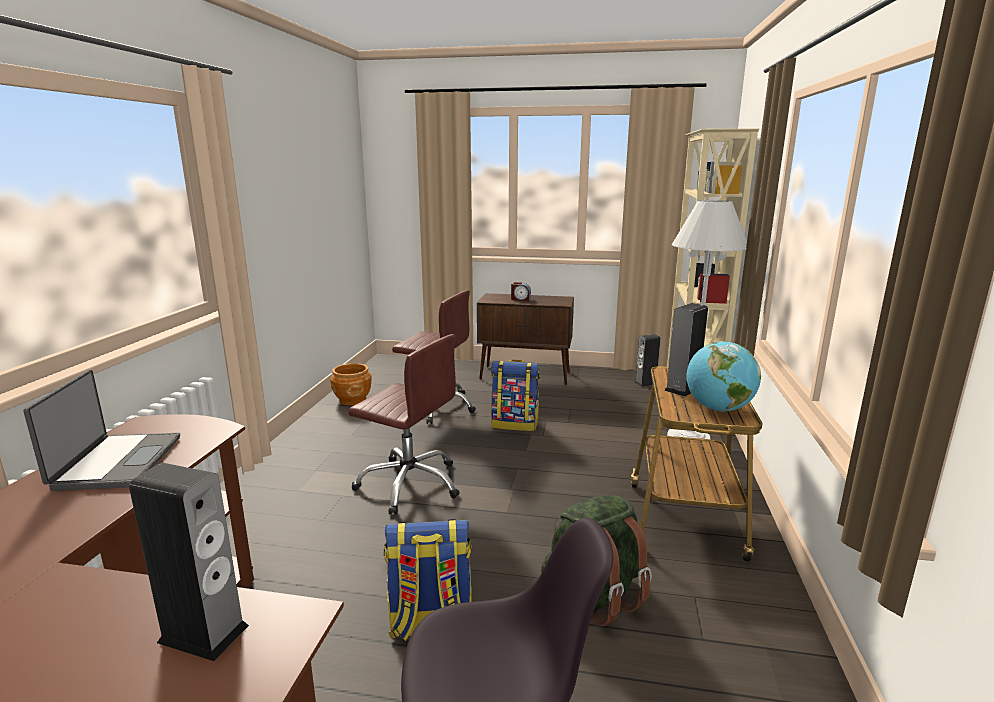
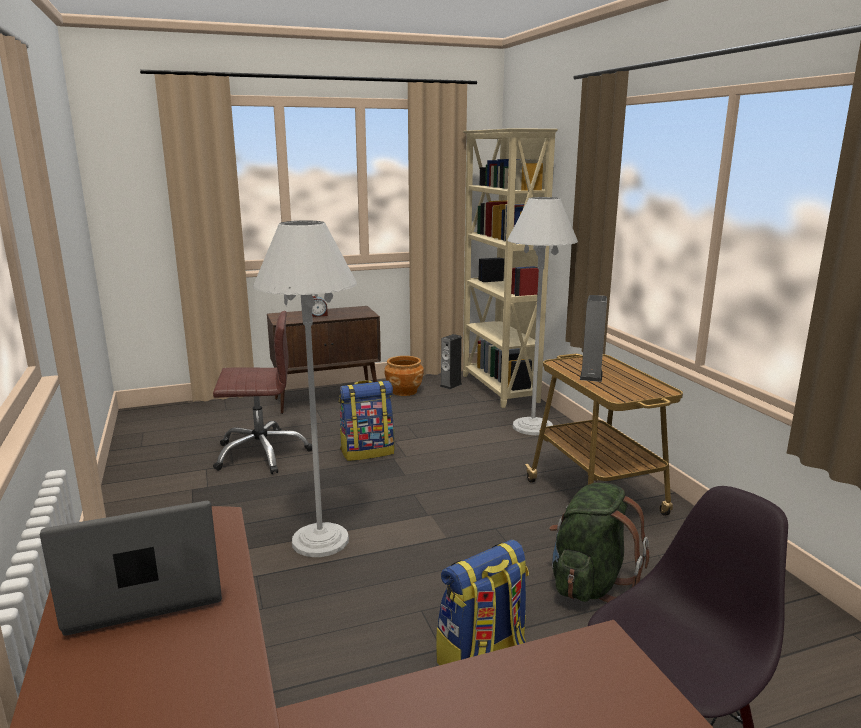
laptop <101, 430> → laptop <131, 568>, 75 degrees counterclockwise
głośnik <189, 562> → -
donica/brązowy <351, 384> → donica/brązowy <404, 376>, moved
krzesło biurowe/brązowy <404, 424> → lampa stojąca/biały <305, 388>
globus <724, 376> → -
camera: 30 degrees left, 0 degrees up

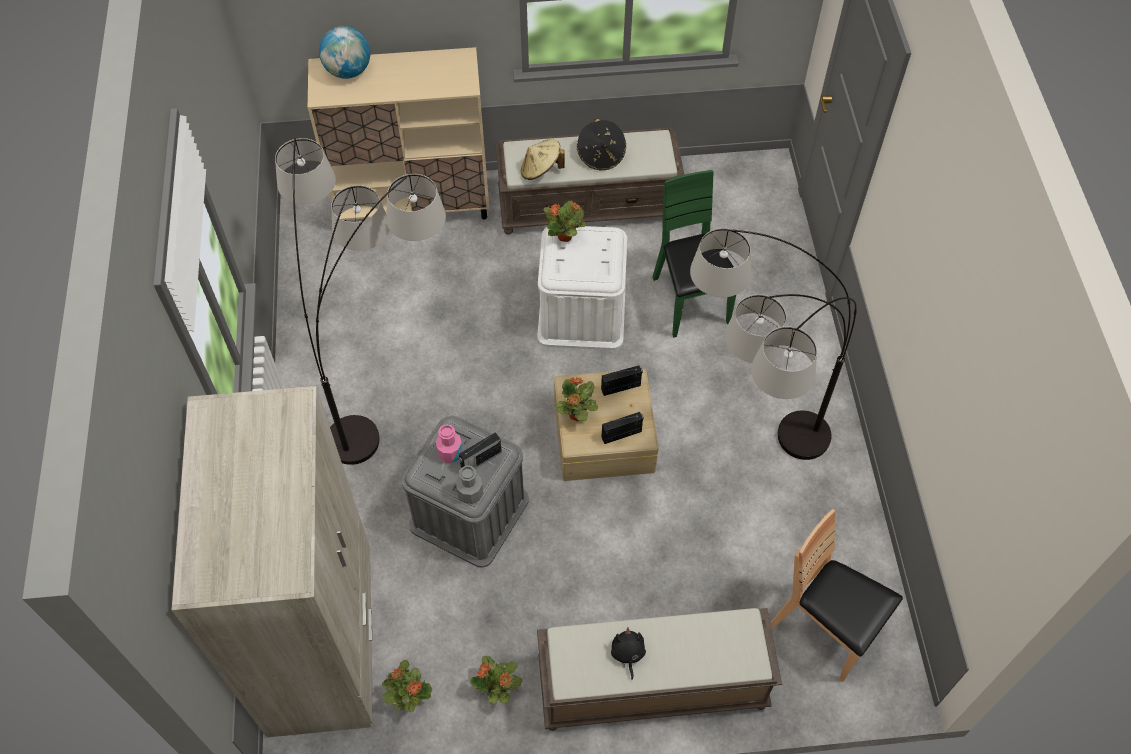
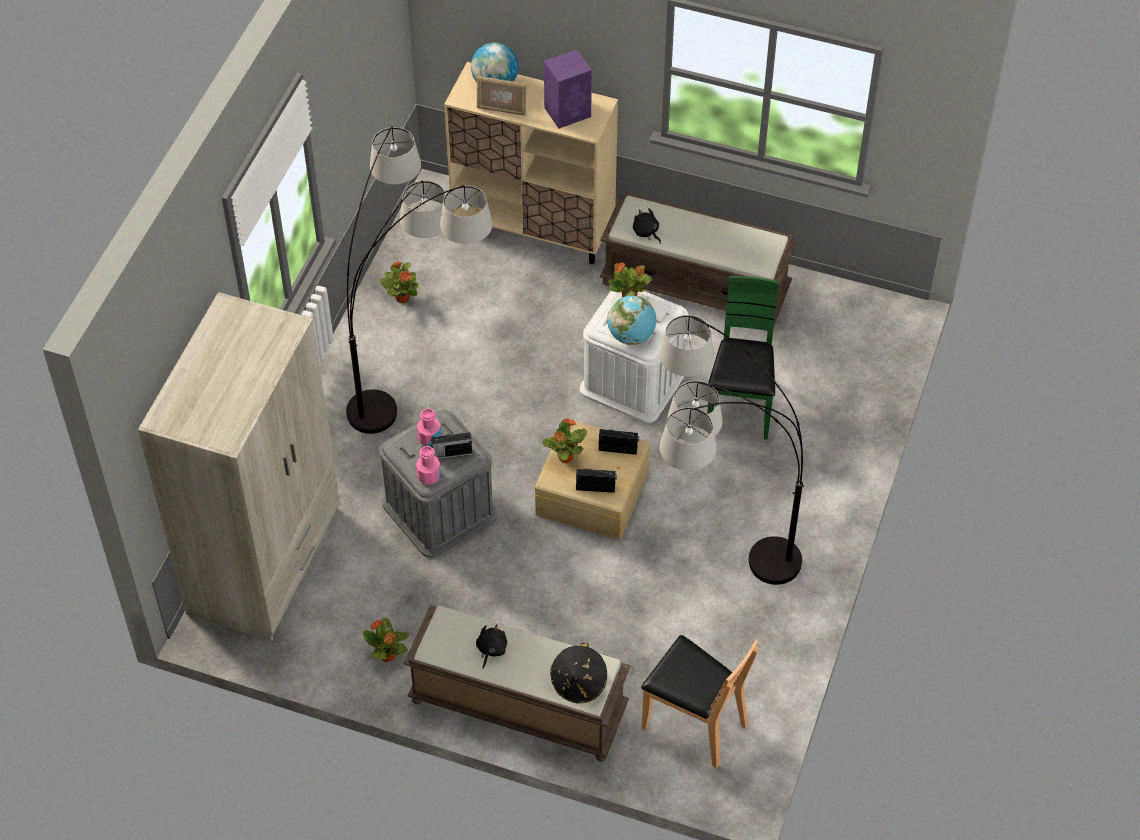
roślina doniczkowa <406, 686> → roślina doniczkowa <399, 282>, moved
butelka/szary <469, 484> → butelka/różowy <428, 465>
kapelusz/beżowy <543, 159> → pluszak/czarny <647, 226>
kapelusz/czarny <601, 144> → kapelusz/czarny <578, 673>, moved
krzesło/brązowy <836, 595> → krzesło/brązowy <700, 701>, 150 degrees clockwise
- → ramka na zdjęcie <501, 96>
- → głośnik/fioletowy <568, 89>
- → globus <631, 320>
camera: 25 degrees right, 5 degrees down

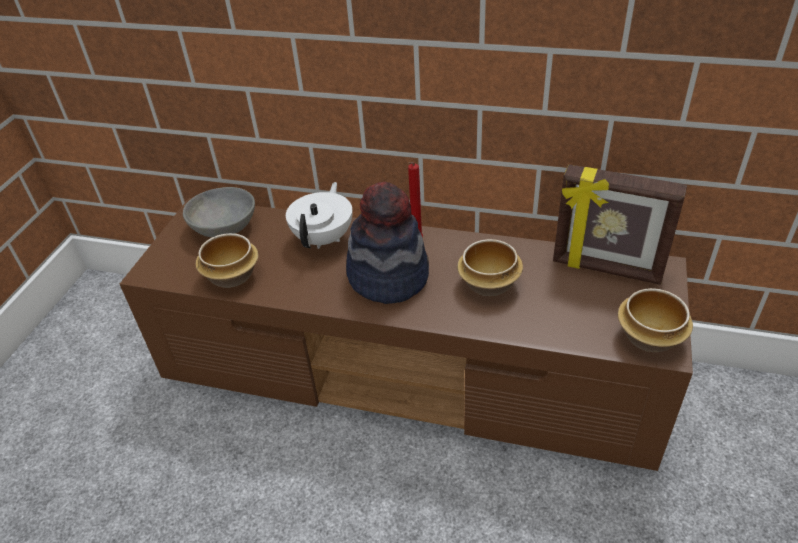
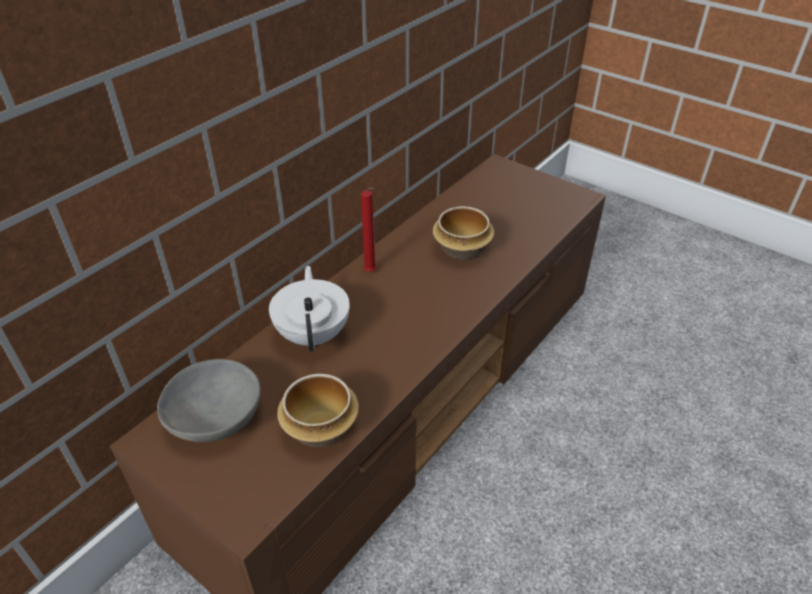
imbryk/biały <319, 215> → imbryk/biały <309, 309>, 45 degrees clockwise
kapelusz <387, 243> → -
ramka na zdjęcie <620, 224> → -
miska <655, 320> → -
camera: 70 degrees left, 0 degrees up

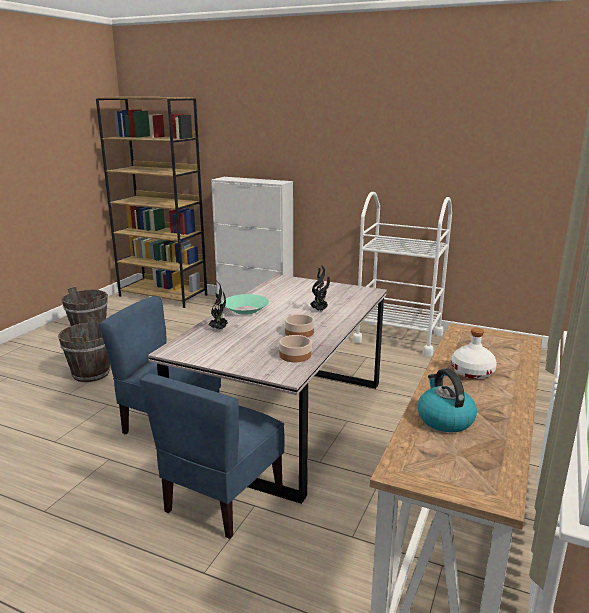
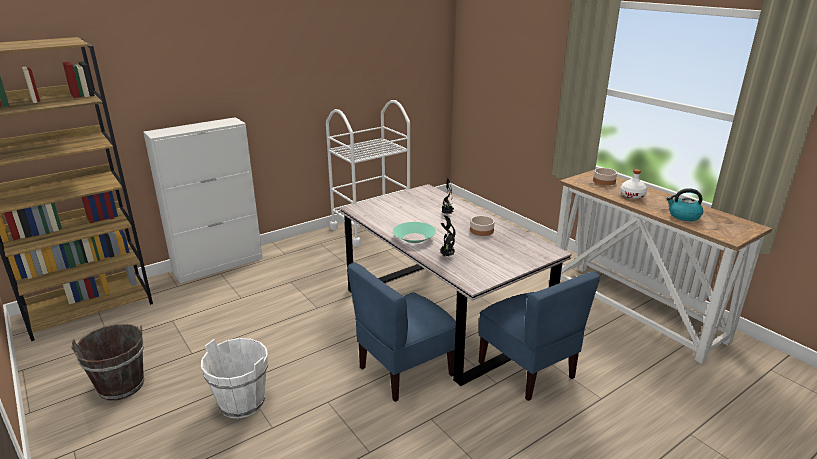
wiadro/brązowy <84, 349> → wiadro/biały <234, 378>
miska <295, 348> → miska <605, 176>, moved
camera: 60 degrees left, 5 degrees up

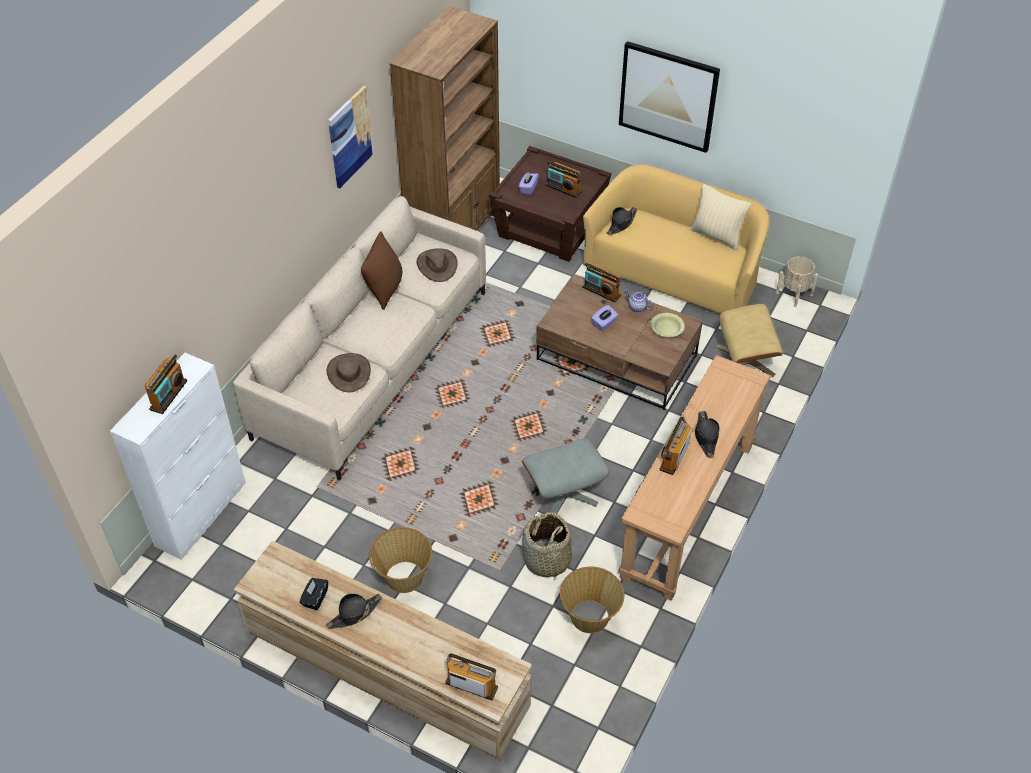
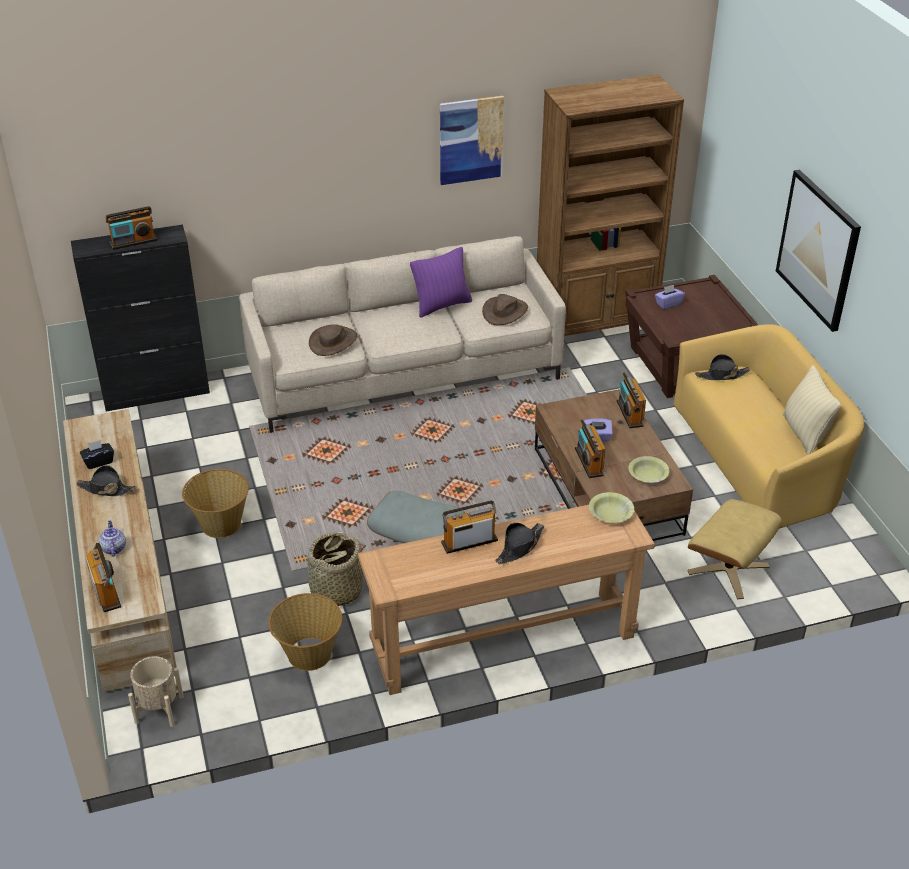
szafka/biały <178, 456> → szafka/czarny <140, 318>
poduszka/brązowy <382, 271> → poduszka/fioletowy <441, 282>
radio <563, 179> → radio <590, 448>, moved
imbryk <638, 301> → imbryk <112, 539>, moved
donica/beżowy <797, 281> → donica/beżowy <156, 691>, moved
- → miska/żółty <611, 507>
camera: 45 degrees right, 10 degrees down

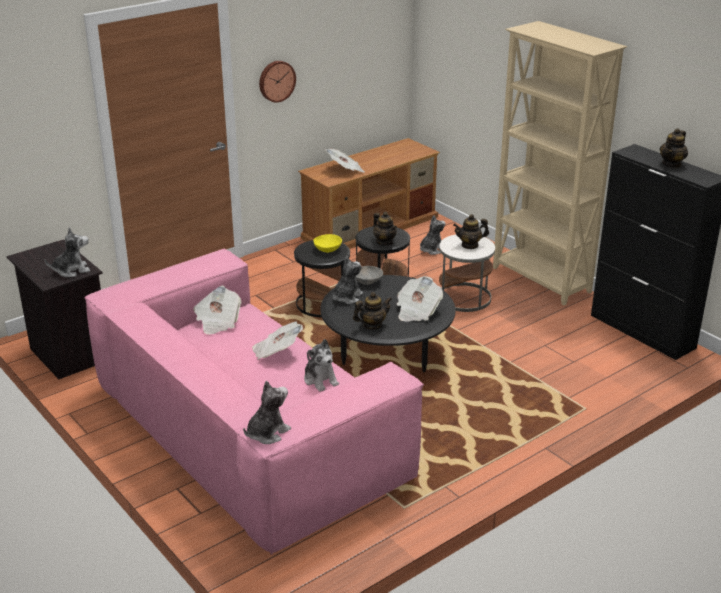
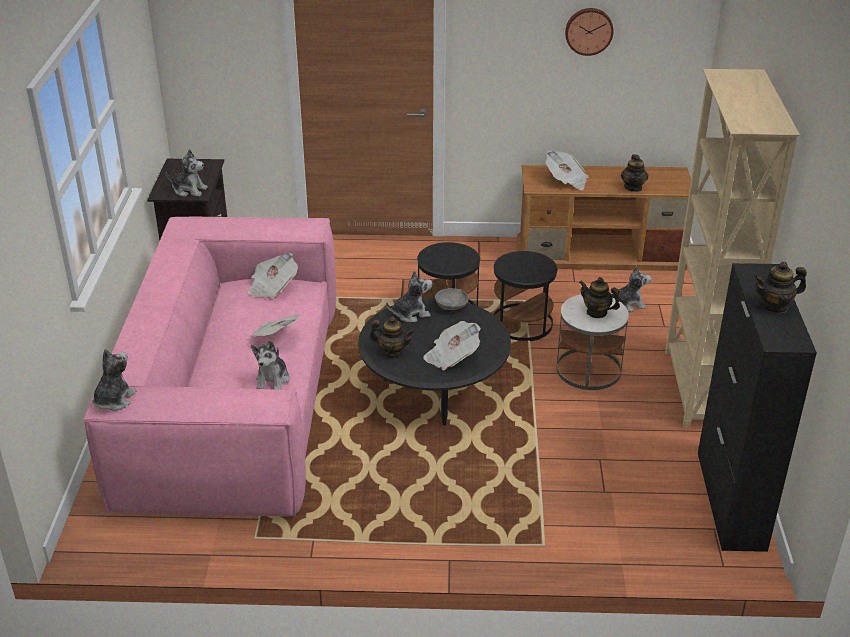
pluszak <267, 412> → pluszak <114, 380>, 60 degrees counterclockwise
zegar ścienny <277, 82> → zegar ścienny <589, 32>, moved
miska/żółty <327, 243> → -
imbryk <385, 229> → imbryk <635, 173>, moved
camera: 40 degrees right, 5 degrees up

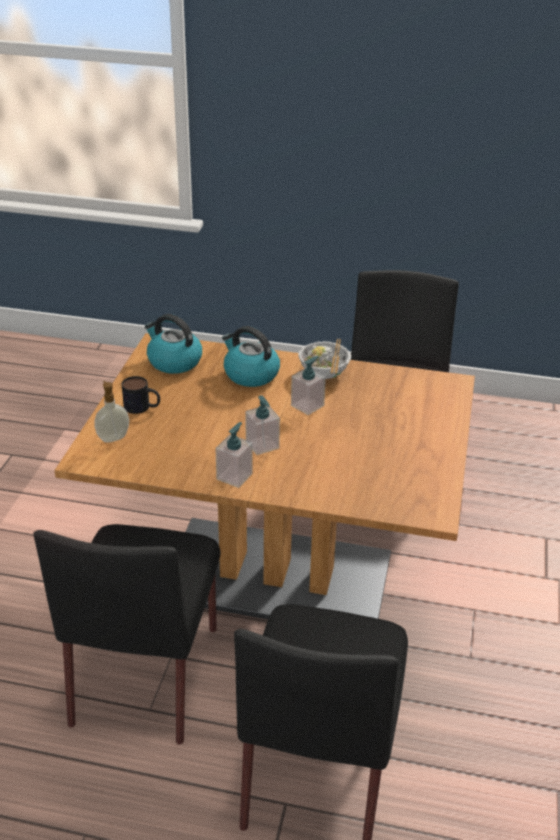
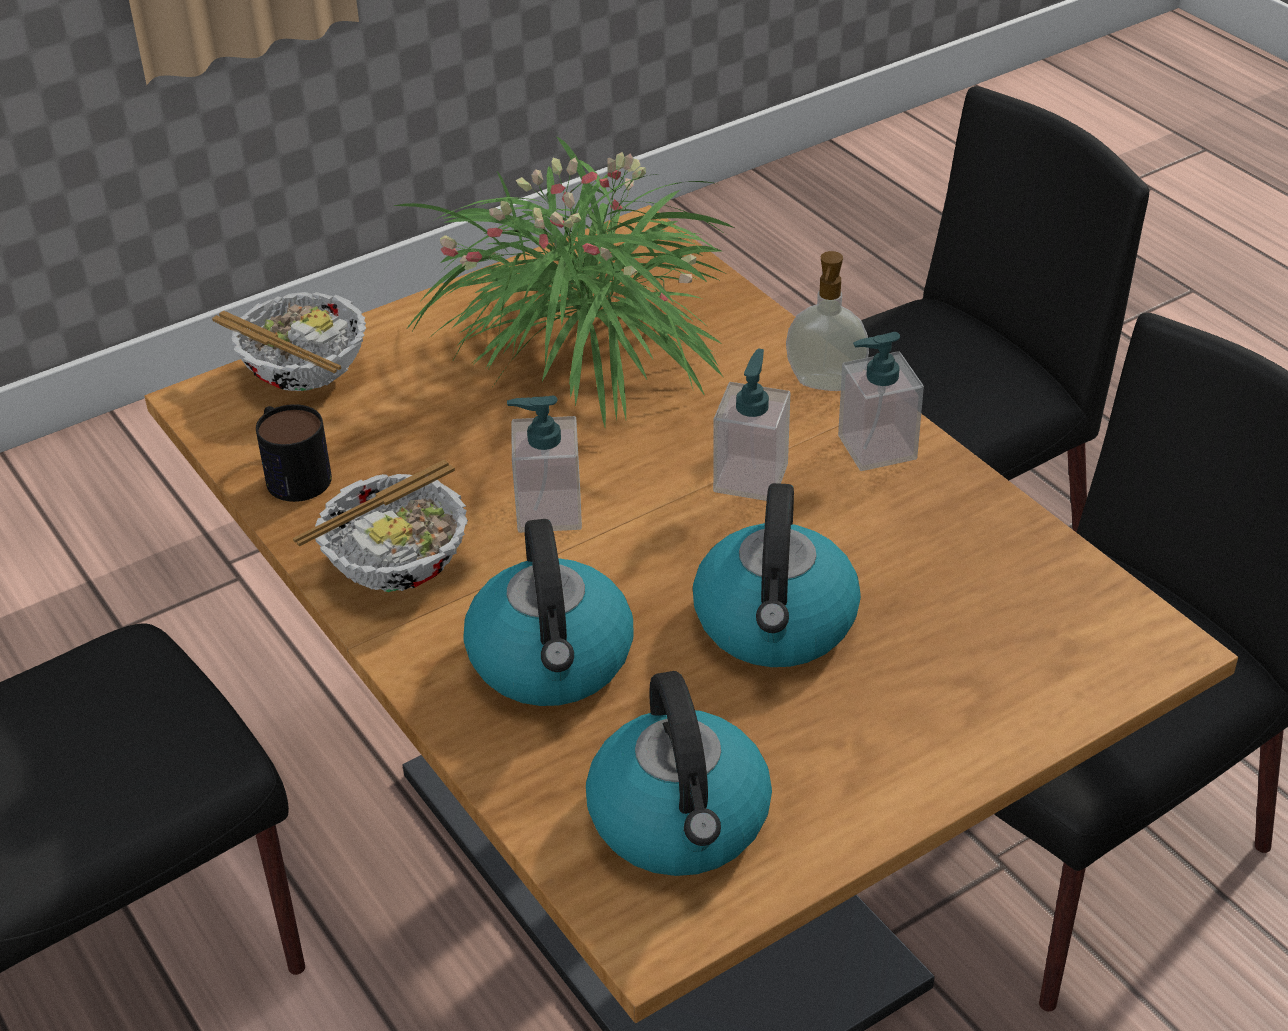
dozownik mydła <111, 412> → dozownik mydła <827, 321>, moved
kubek <141, 395> → kubek <294, 453>, moved
- → miska <289, 341>
- → roślina doniczkowa <564, 281>
- → czajnik <777, 575>
camera: 135 degrees left, 5 degrees up

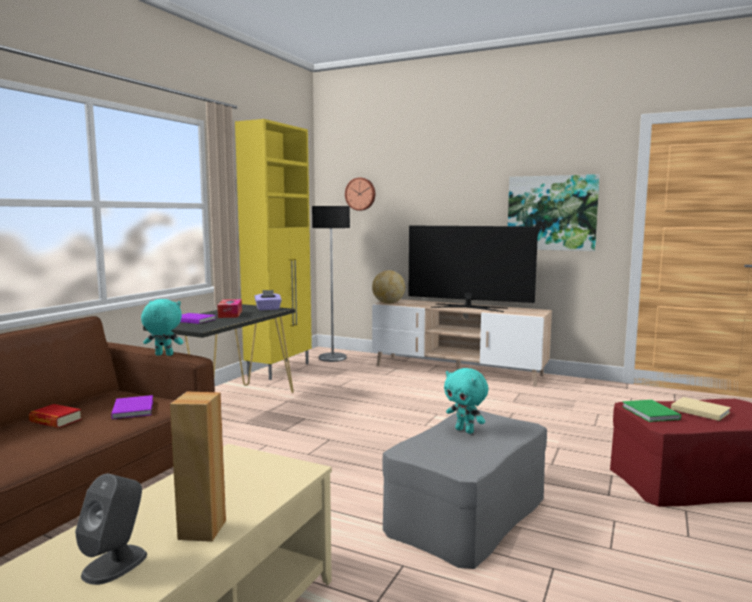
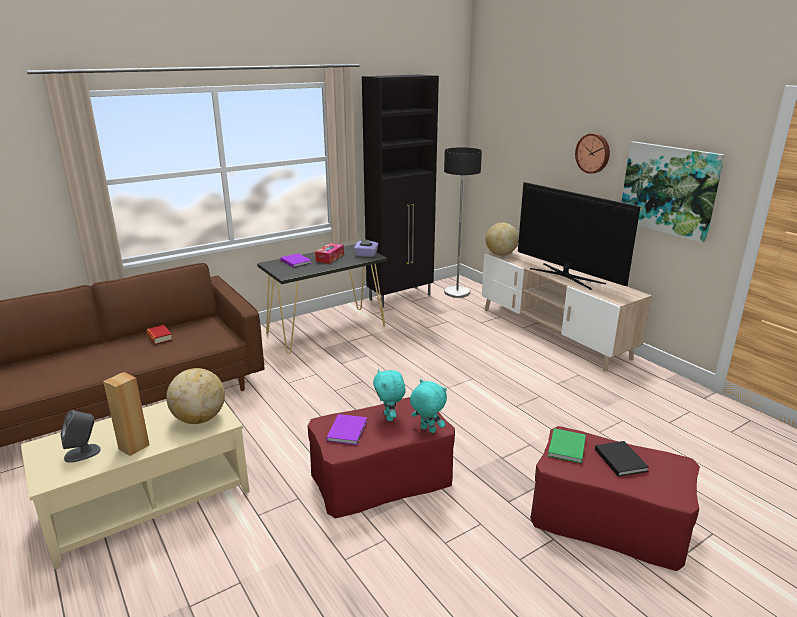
książka/fioletowy <132, 407> → książka/fioletowy <347, 429>, moved
pluszak/turkusowy <162, 327> → pluszak/turkusowy <428, 406>, moved
szafka/żółty <273, 249> → szafka/czarny <400, 191>
zegar ścienny <360, 194> → zegar ścienny <592, 153>, moved
pufa/szary <464, 489> → pufa/czerwony <381, 457>
książka/beżowy <701, 409> → książka/czarny <622, 459>
- → globus <196, 396>
camera: 30 degrees right, 15 degrees up

